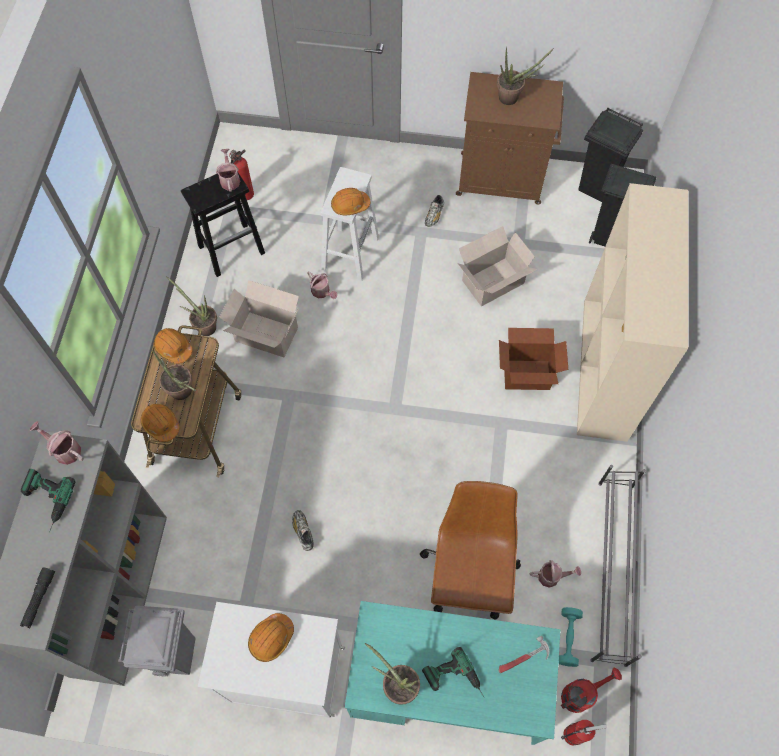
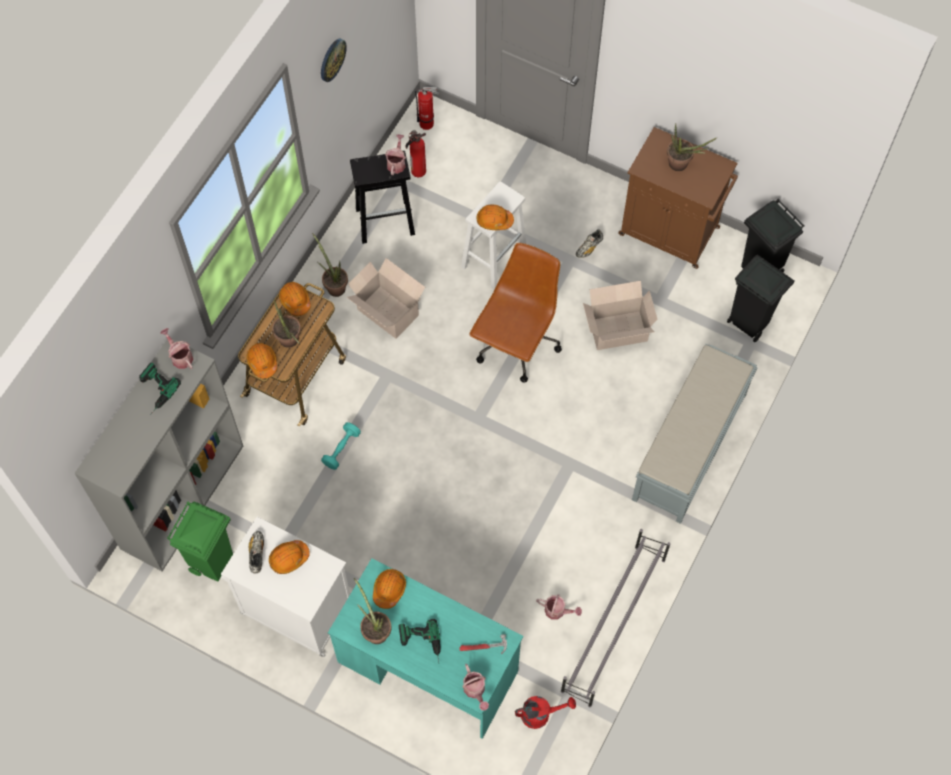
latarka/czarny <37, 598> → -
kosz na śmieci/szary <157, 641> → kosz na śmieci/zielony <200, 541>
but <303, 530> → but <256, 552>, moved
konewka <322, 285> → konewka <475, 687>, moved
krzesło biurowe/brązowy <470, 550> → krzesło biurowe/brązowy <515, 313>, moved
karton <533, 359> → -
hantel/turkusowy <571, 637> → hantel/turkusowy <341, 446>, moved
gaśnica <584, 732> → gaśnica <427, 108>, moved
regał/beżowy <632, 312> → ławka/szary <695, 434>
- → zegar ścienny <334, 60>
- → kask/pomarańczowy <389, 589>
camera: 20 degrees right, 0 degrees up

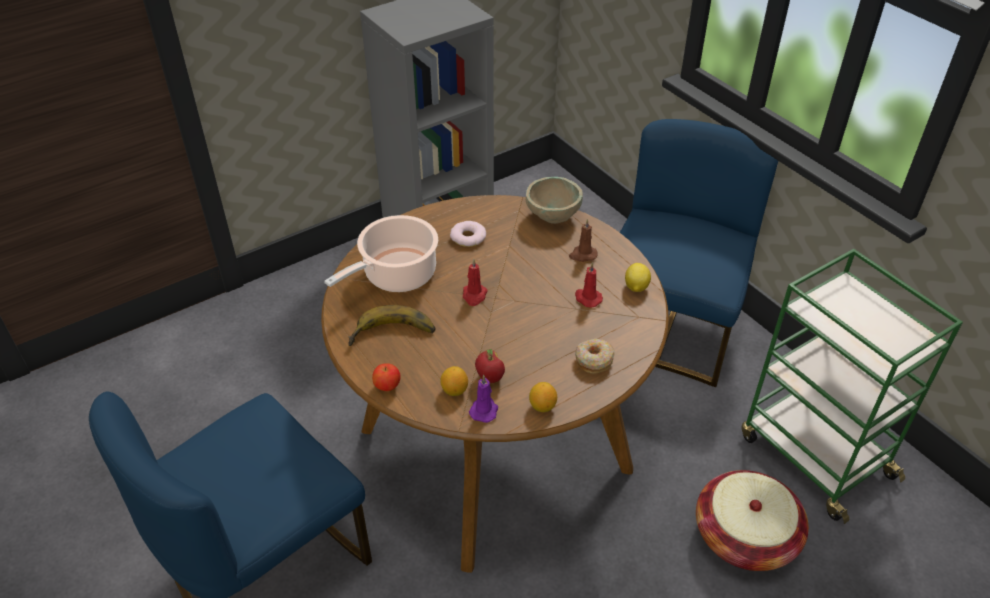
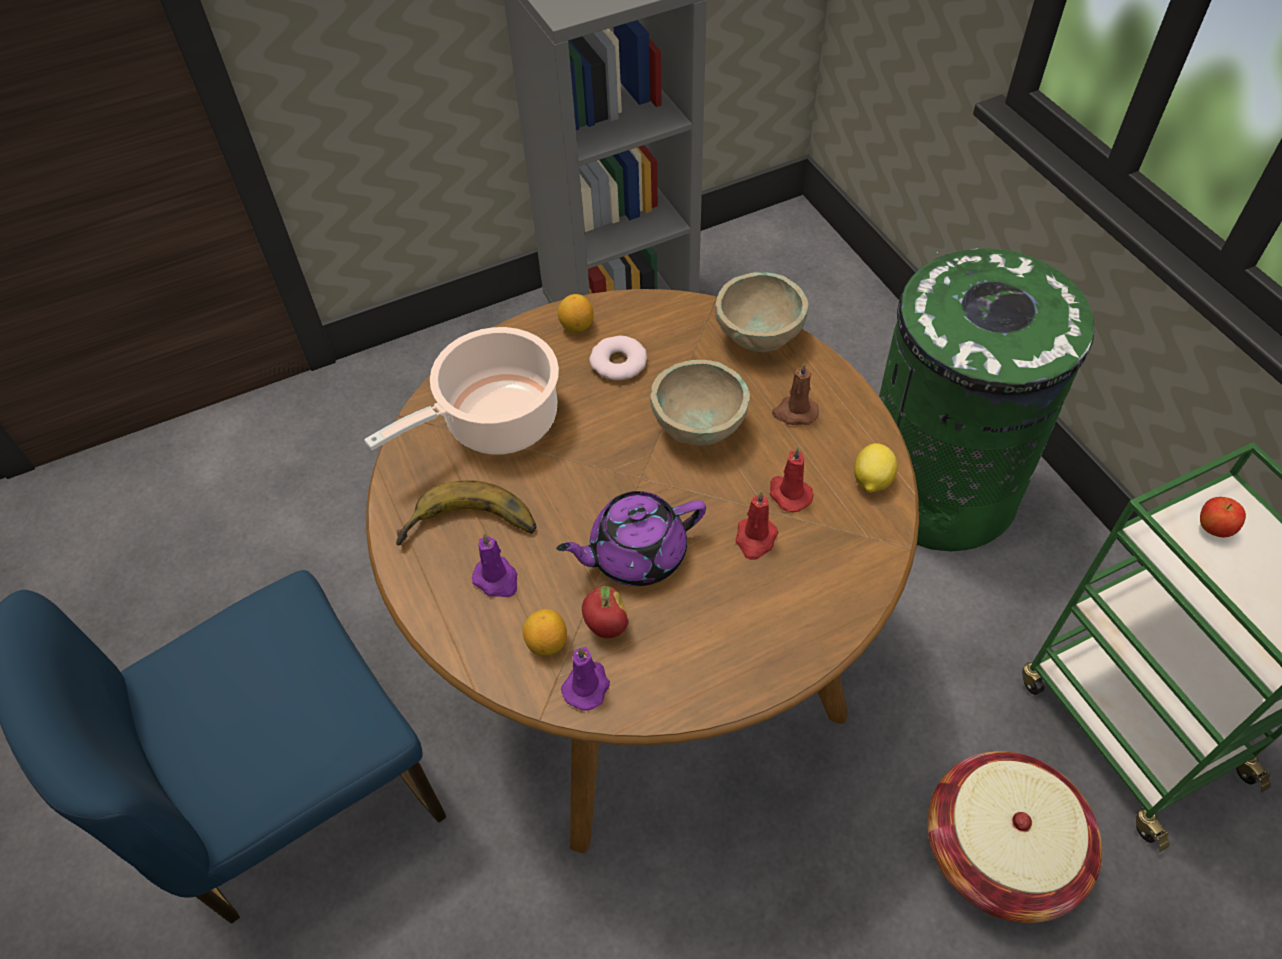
jabłko <386, 377> → jabłko <1223, 517>, moved
świeca/czerwony <475, 282> → świeca/czerwony <757, 525>, moved
cytryna <543, 397> → cytryna <576, 313>, moved
donut <595, 356> → -
krzesło/niebieski <699, 253> → kosz na śmieci/zielony <987, 399>
- → świeca/fioletowy <494, 565>
- → imbryk/fioletowy <631, 538>
- → miska/beżowy <700, 403>
camera: 10 degrees right, 10 degrees up

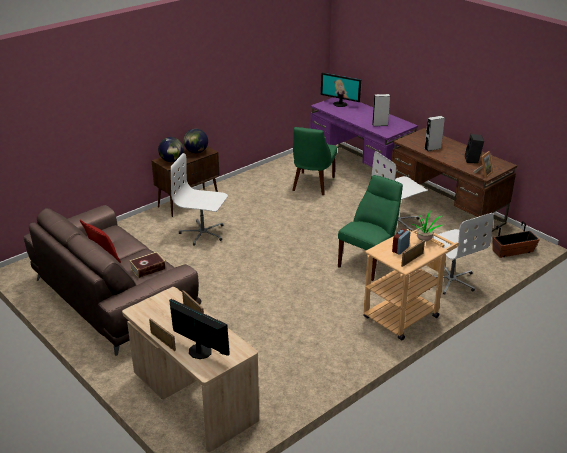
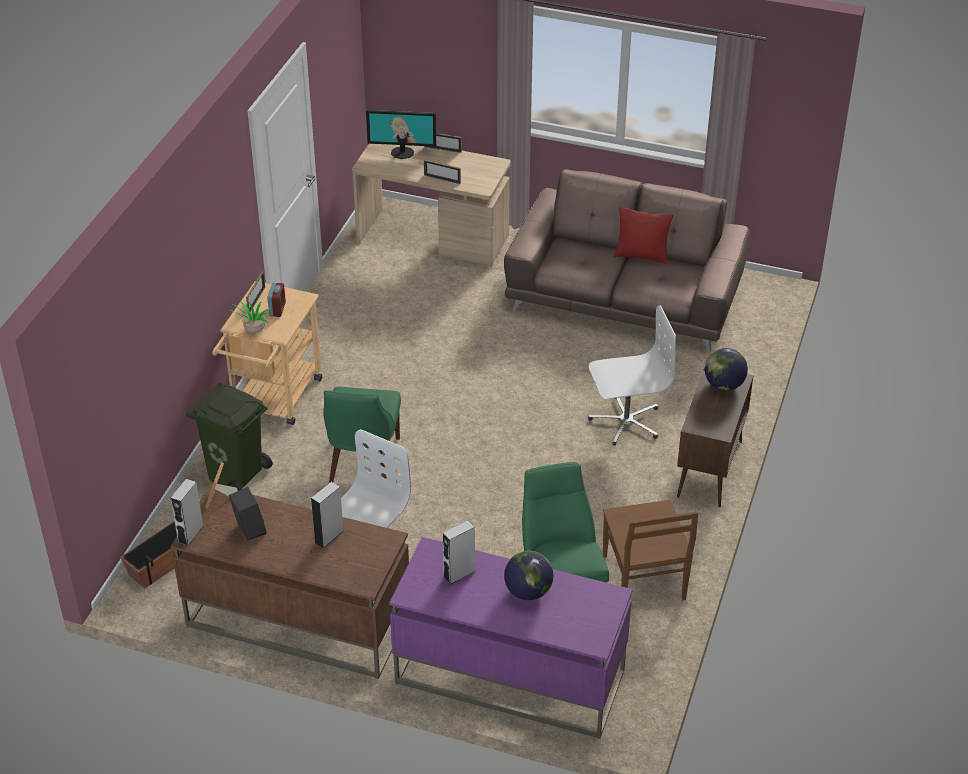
książka <148, 265> → -
globus <195, 141> → globus <528, 575>, moved
monitor <341, 90> → -
krzesło biurowe/biały <462, 254> → kosz na śmieci/zielony <229, 437>
- → głośnik/szary <187, 512>
- → krzesło/brązowy <650, 550>
camera: 150 degrees right, 10 degrees up

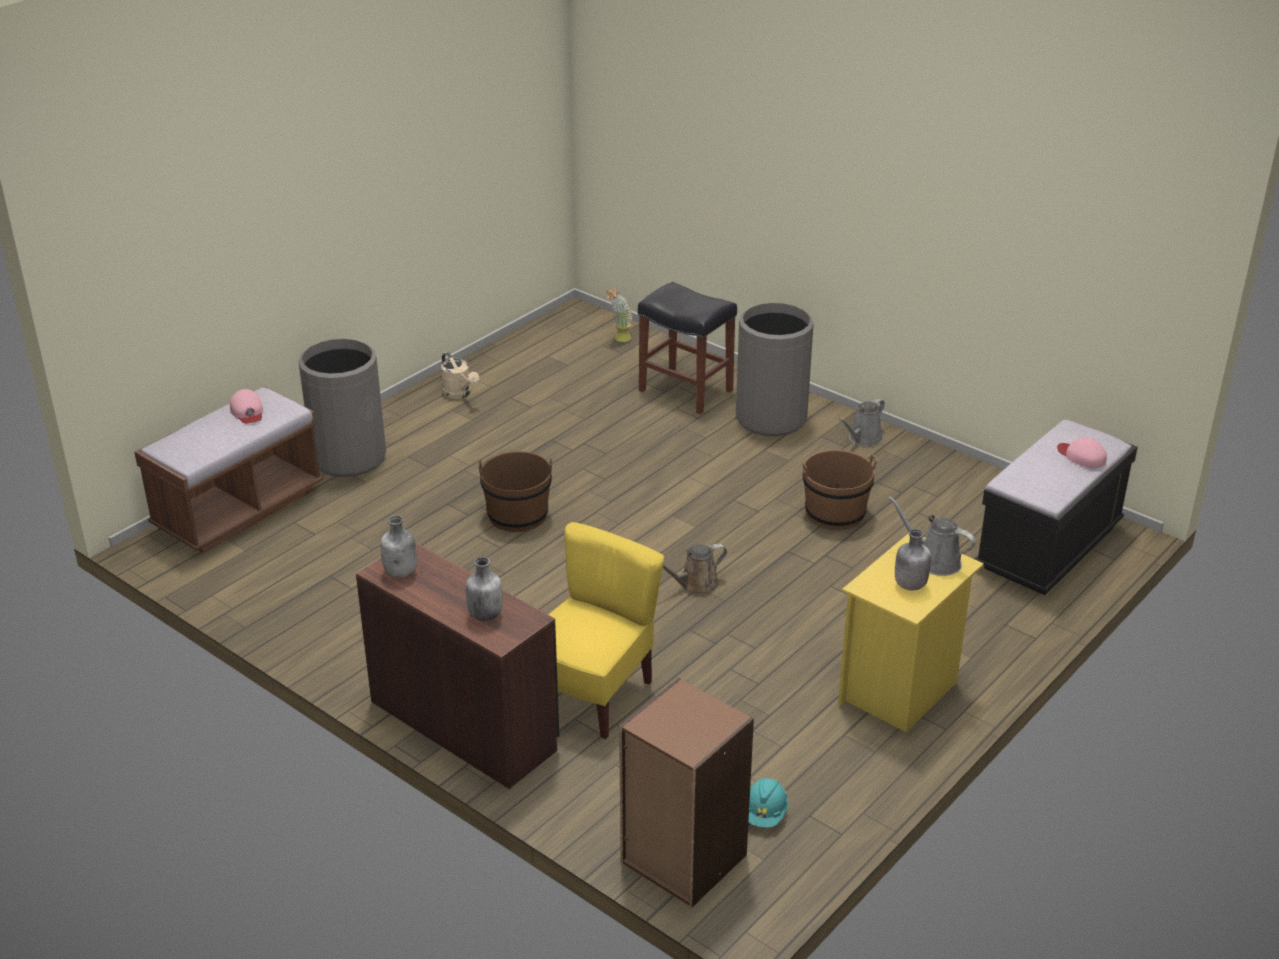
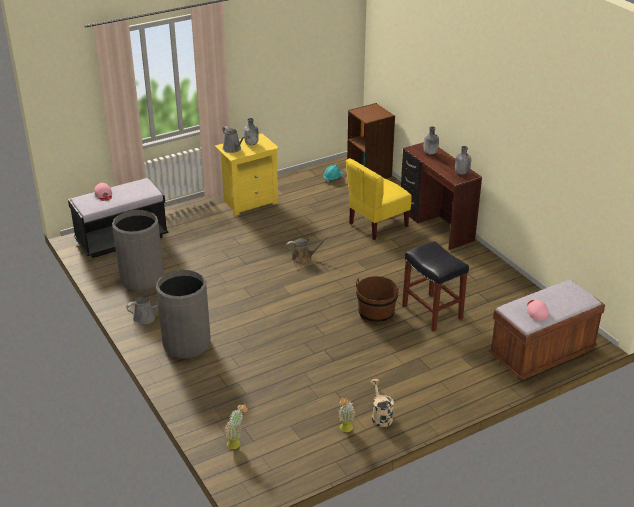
kosz na śmieci/szary <342, 408> → kosz na śmieci/szary <138, 250>, moved
stołek/czarny <687, 348> → stołek/czarny <435, 286>, moved
wiadro/brązowy <839, 490> → -
- → roślina doniczkowa <346, 414>
camera: 160 degrees left, 0 degrees up

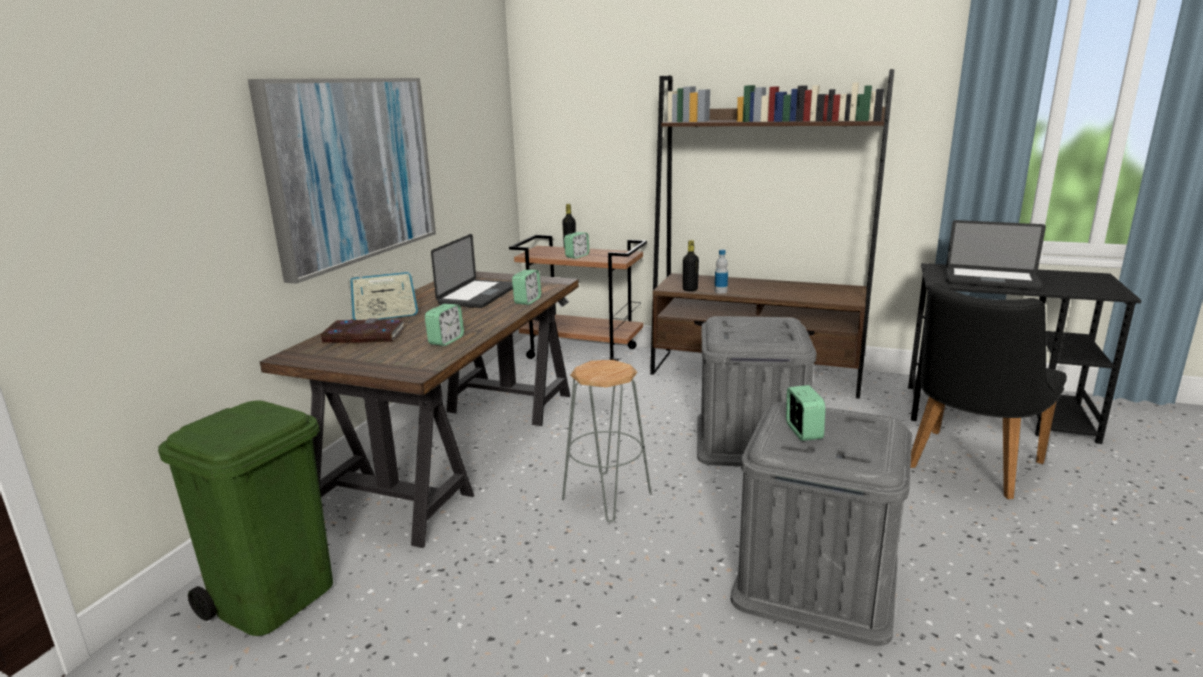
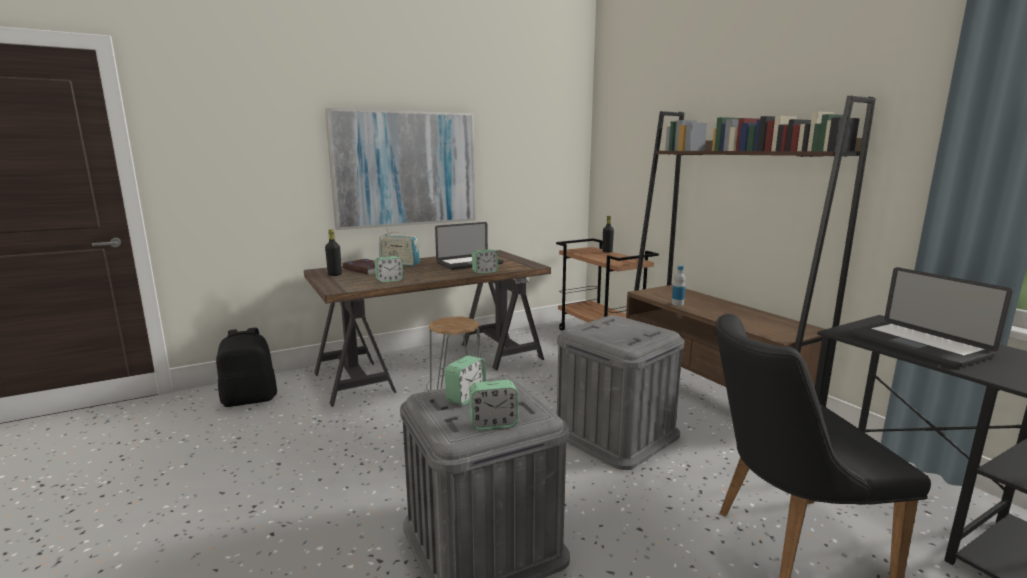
kosz na śmieci/zielony <245, 518> → plecak/czarny <246, 367>
budzik <577, 245> → budzik <493, 405>, moved
butelka/czarny <691, 265> → butelka/czarny <333, 252>, moved
camera: 40 degrees right, 5 degrees down

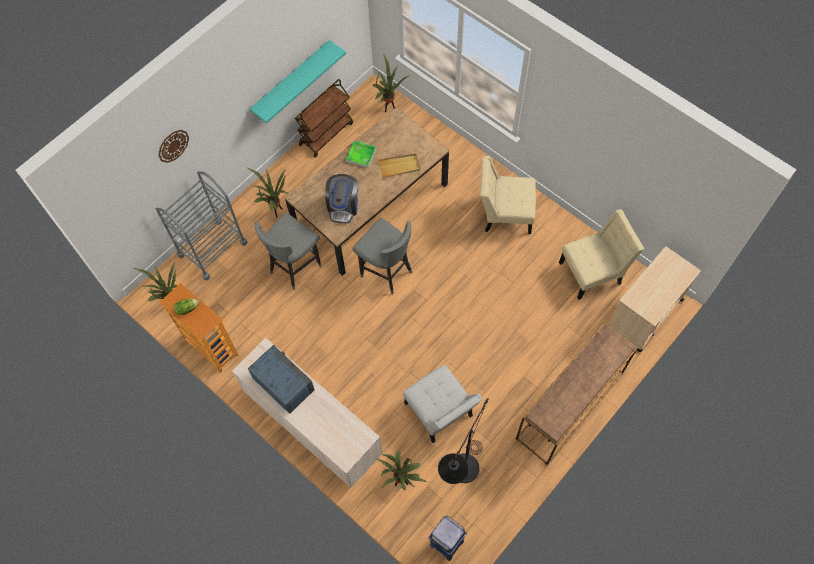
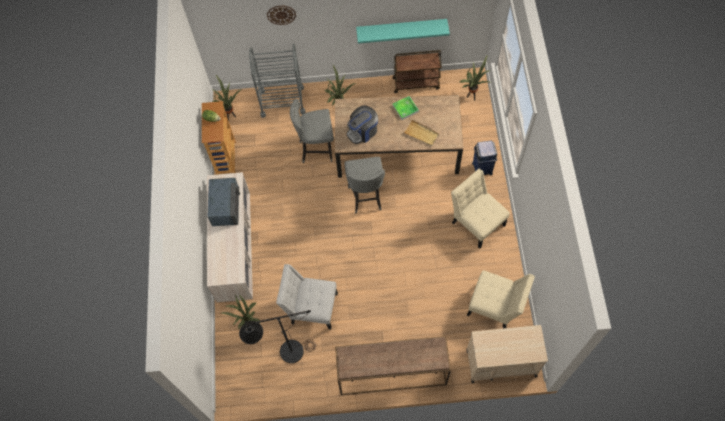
krzesło/biały <443, 404> → krzesło/biały <307, 297>, 90 degrees clockwise
kosz na śmieci/niebieski <447, 538> → kosz na śmieci/niebieski <484, 157>, moved
camera: 45 degrees right, 0 degrees up

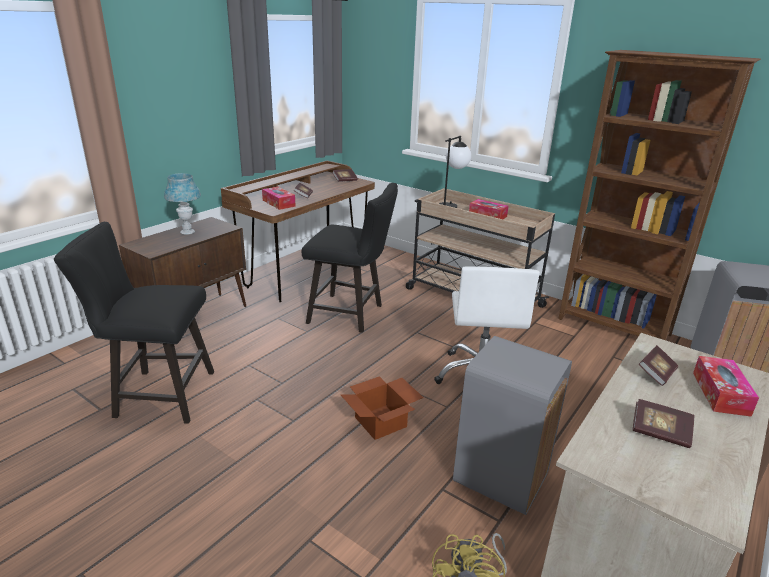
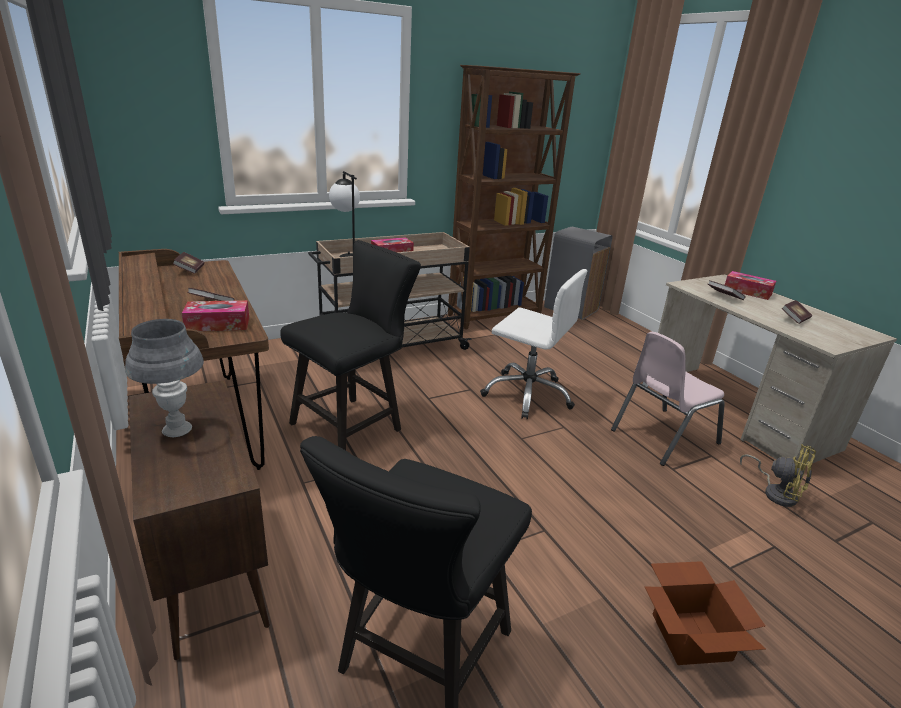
lampa stołowa/niebieski <182, 204> → lampa stołowa/szary <164, 378>
karton <382, 408> → karton <705, 613>, moved
kosz na śmieci/szary <512, 425> → krzesło/różowy <668, 399>
camera: 65 degrees left, 0 degrees up

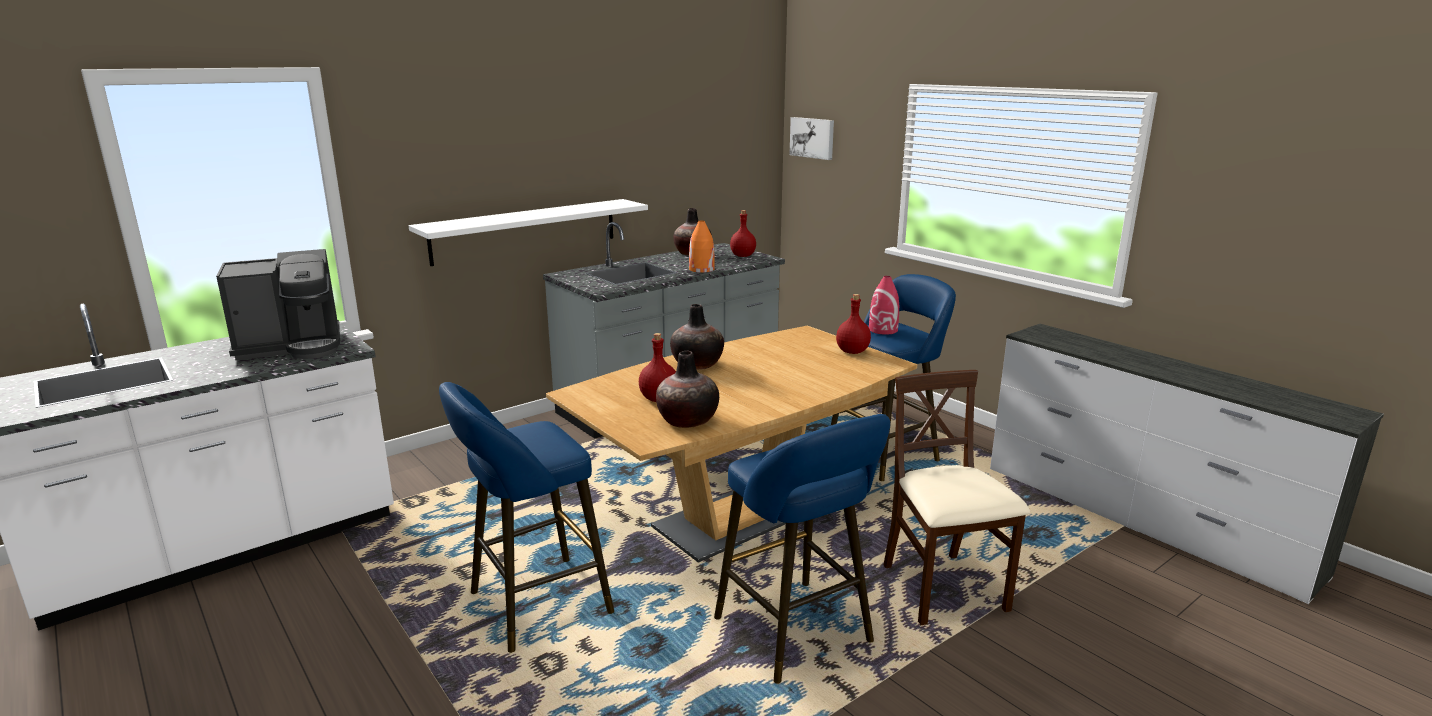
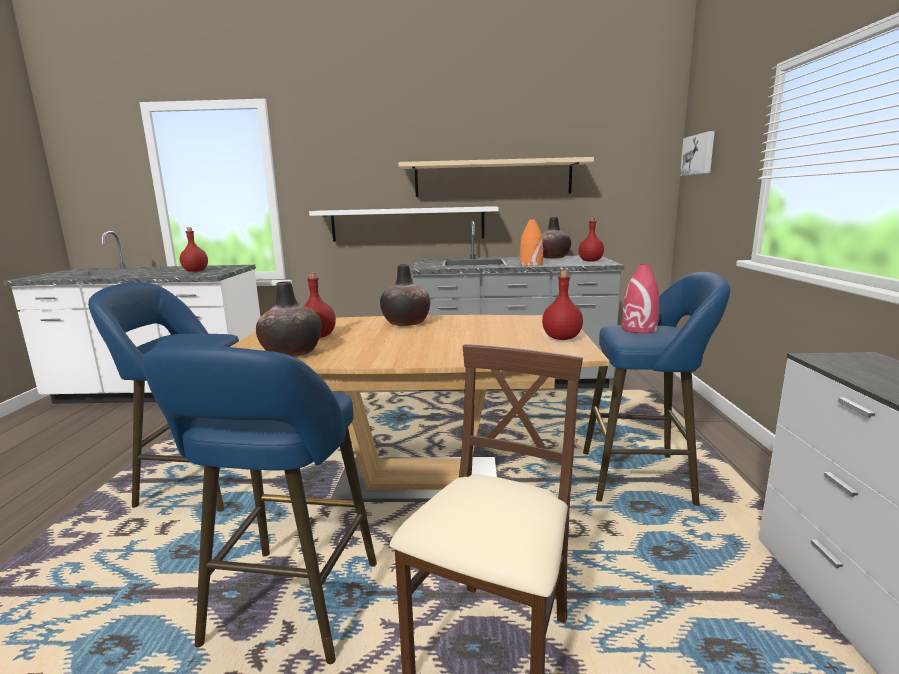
ekspres do kawy <278, 304> → butelka/czerwony <194, 249>
- → półka/beżowy <496, 177>
camera: 40 degrees right, 5 degrees down

